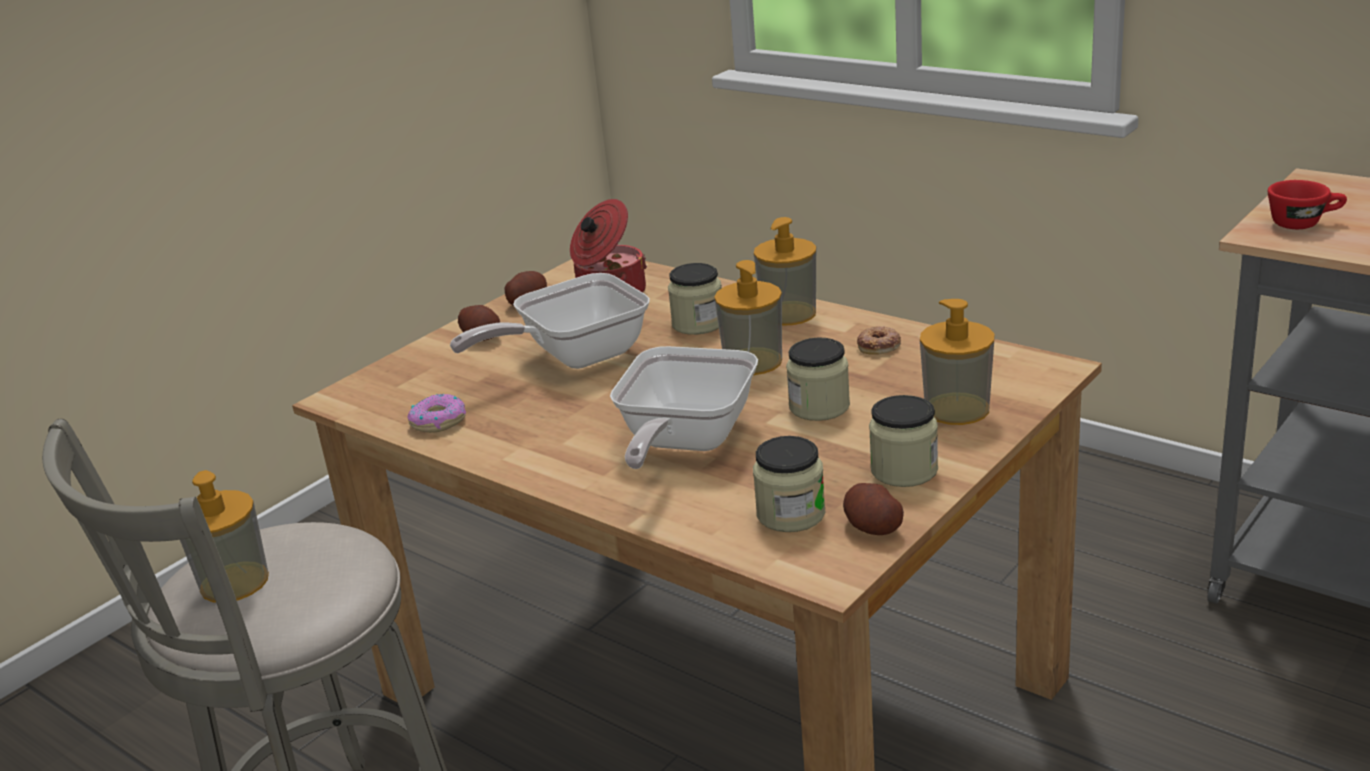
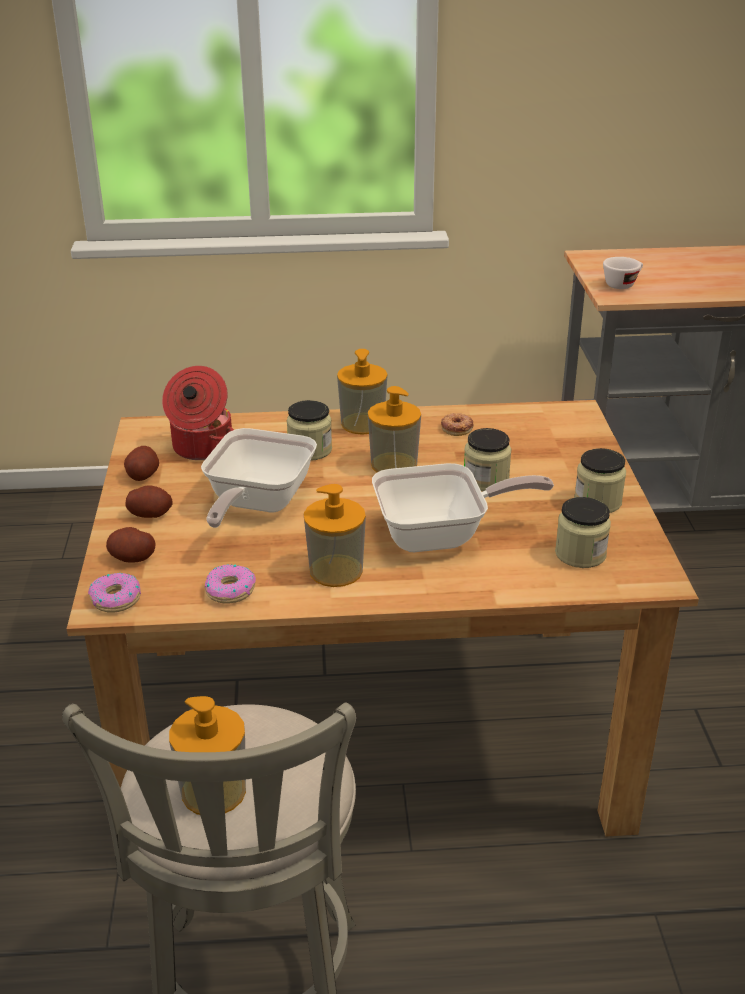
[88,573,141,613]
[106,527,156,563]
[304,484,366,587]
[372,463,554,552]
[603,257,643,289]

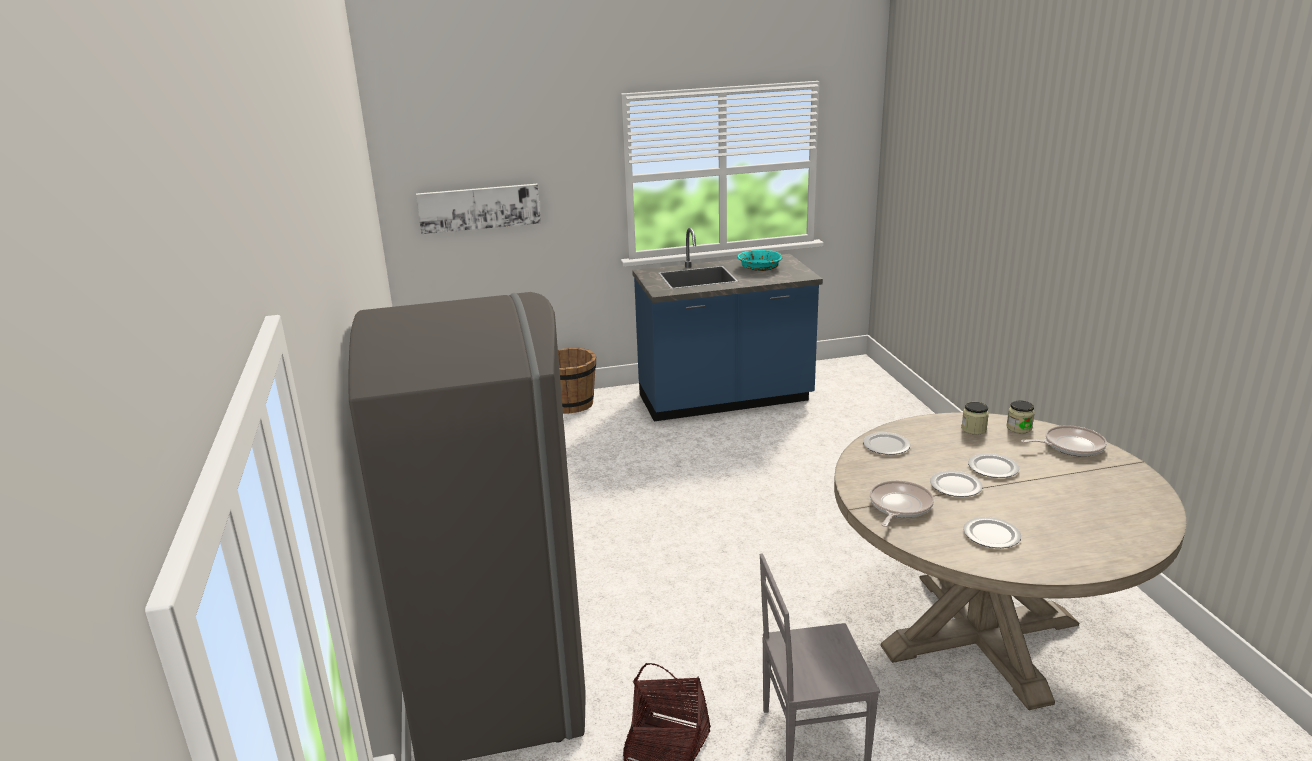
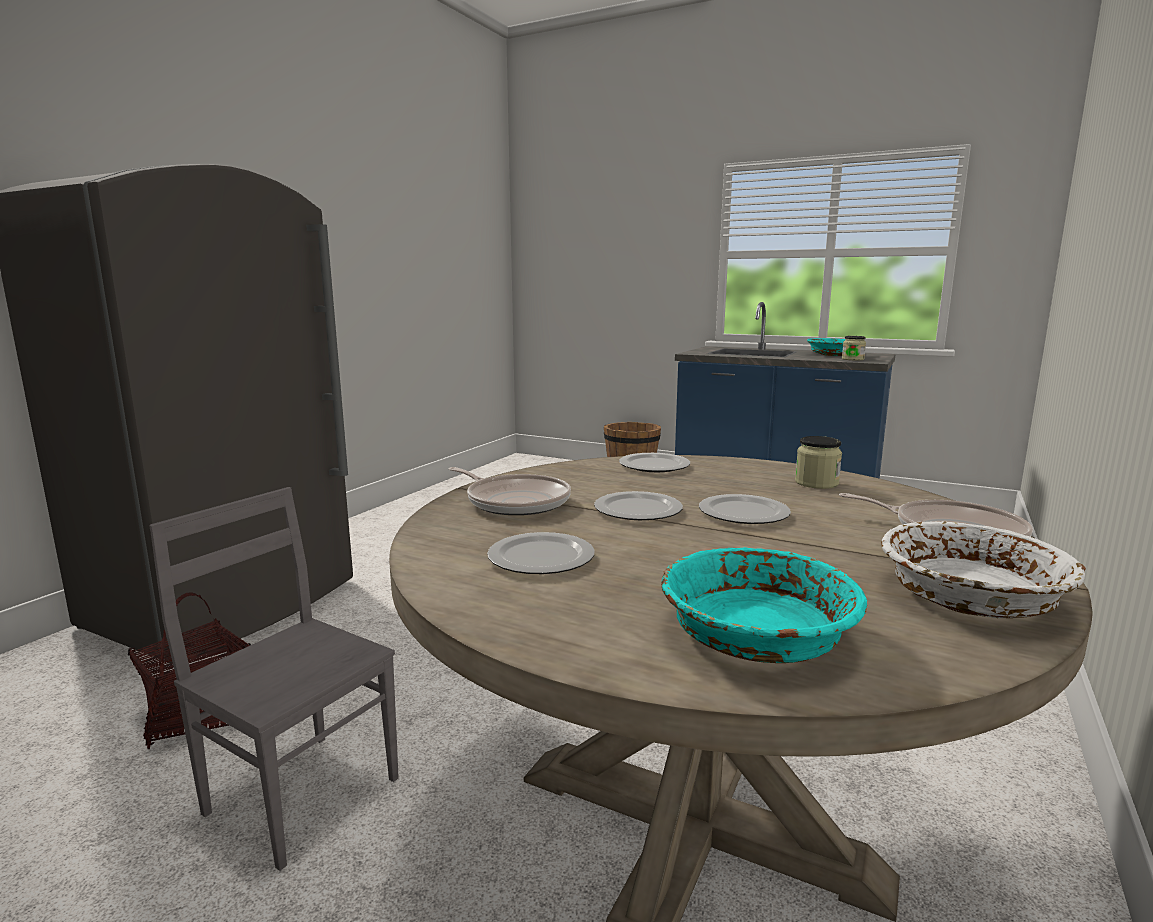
[448,467,571,515]
[661,547,867,663]
[842,336,866,360]
[881,521,1086,618]
[416,184,541,234] (first image)

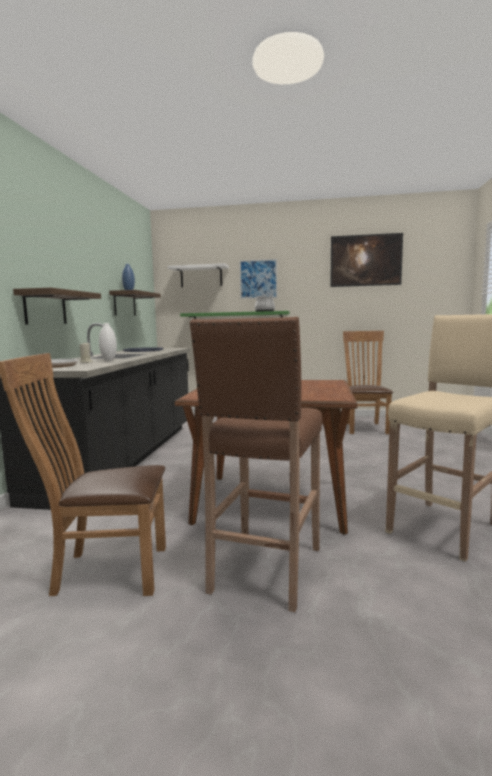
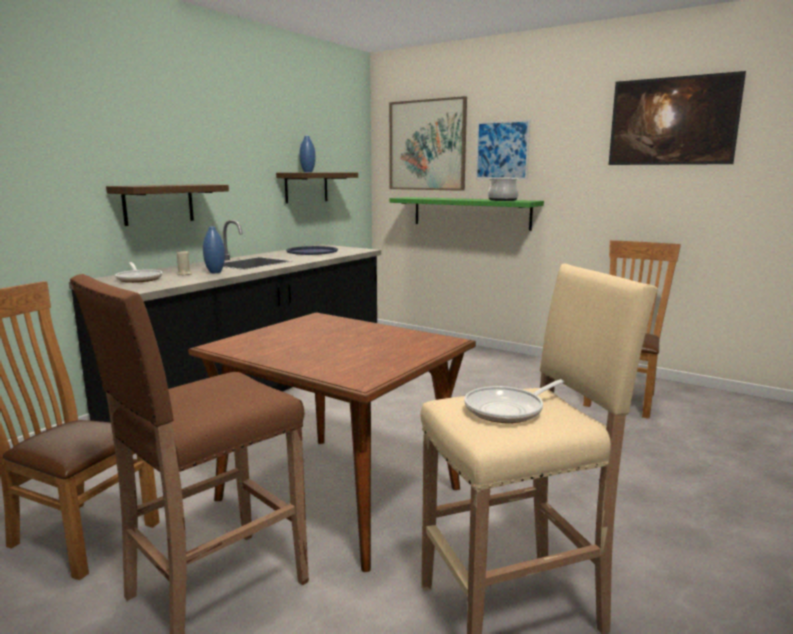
[203,226,225,273]
[389,96,467,191]
[464,379,564,423]

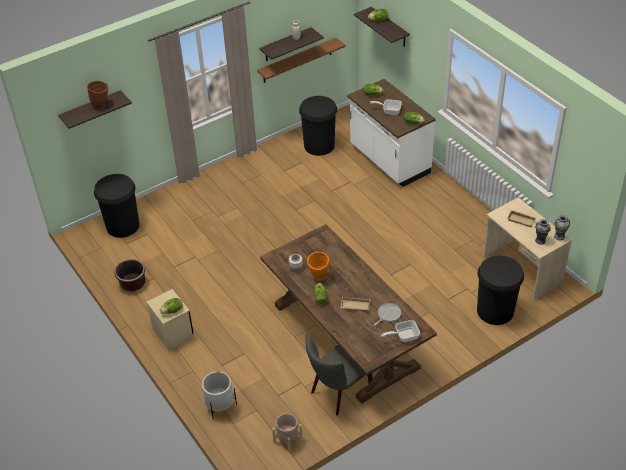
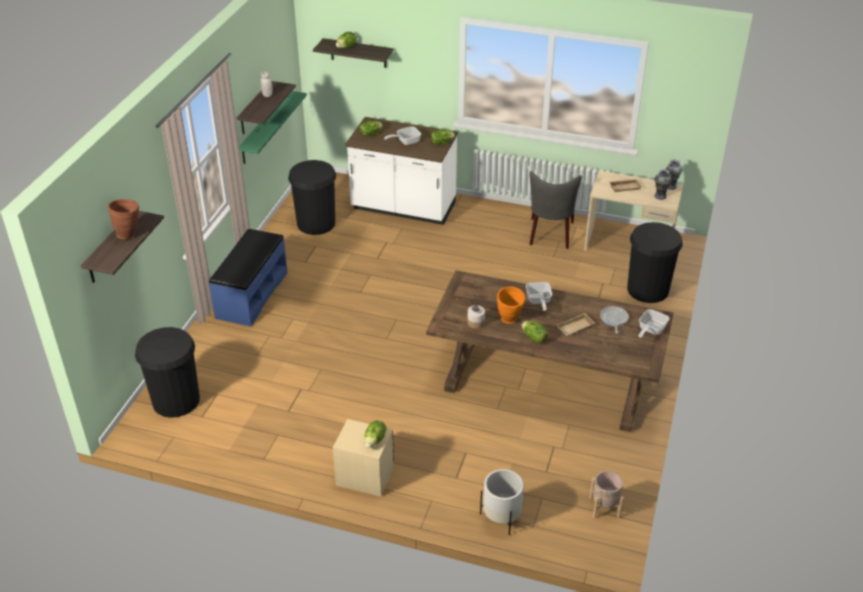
[209,229,288,327]
[239,91,307,164]
[526,282,552,311]
[529,171,582,249]
[114,259,145,291] (first image)

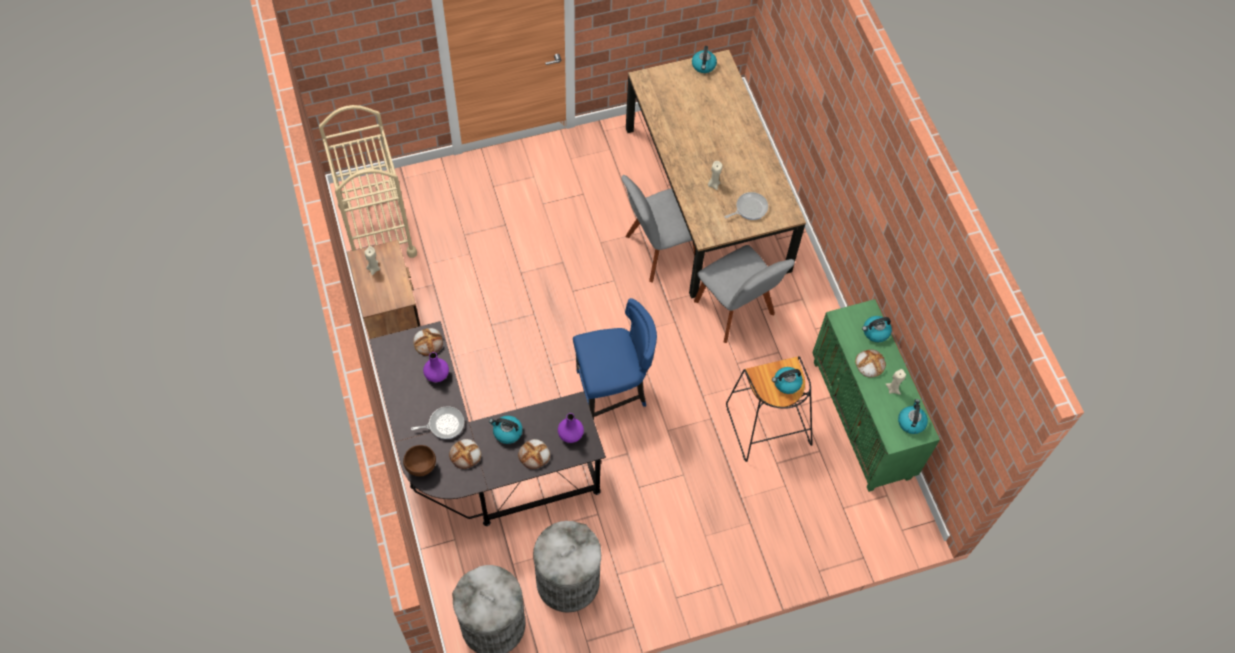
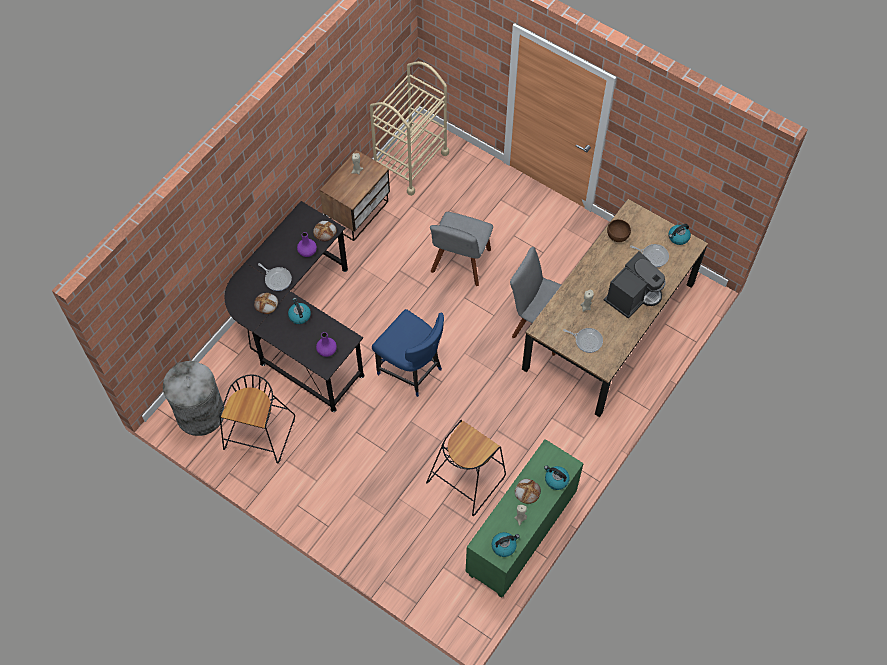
[219,375,295,464]
[430,212,493,286]
[604,251,666,319]
[607,219,631,242]
[630,244,669,267]
[518,439,550,469] (first image)
[772,367,803,394] (first image)

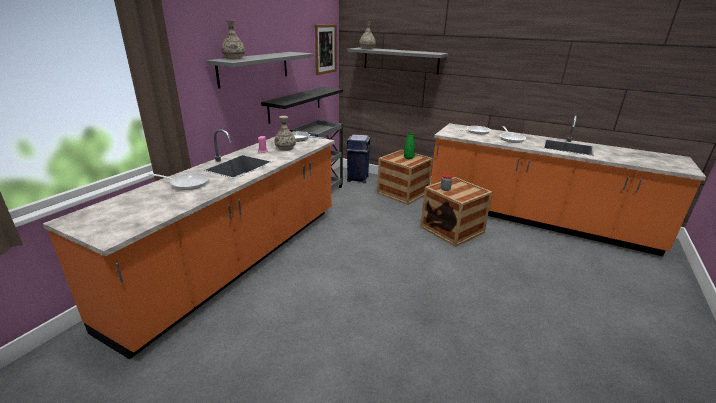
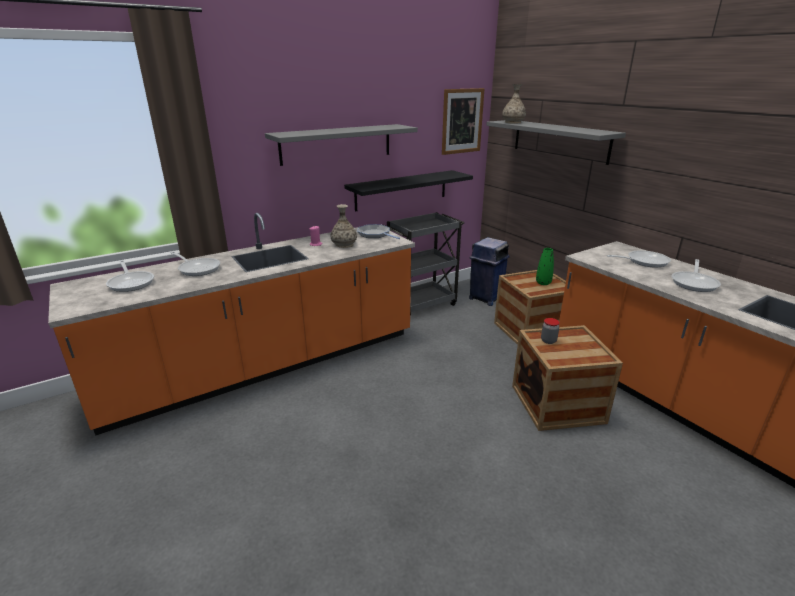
[106,260,154,292]
[221,20,245,59] (first image)

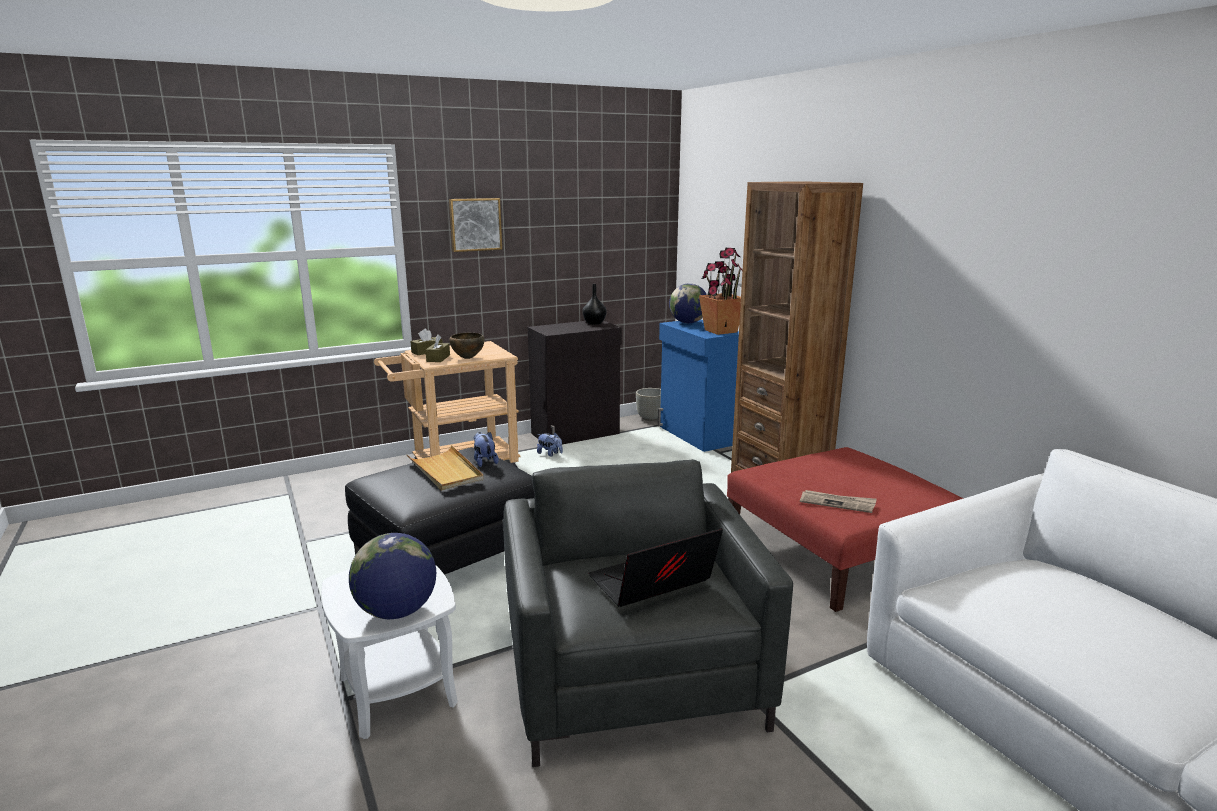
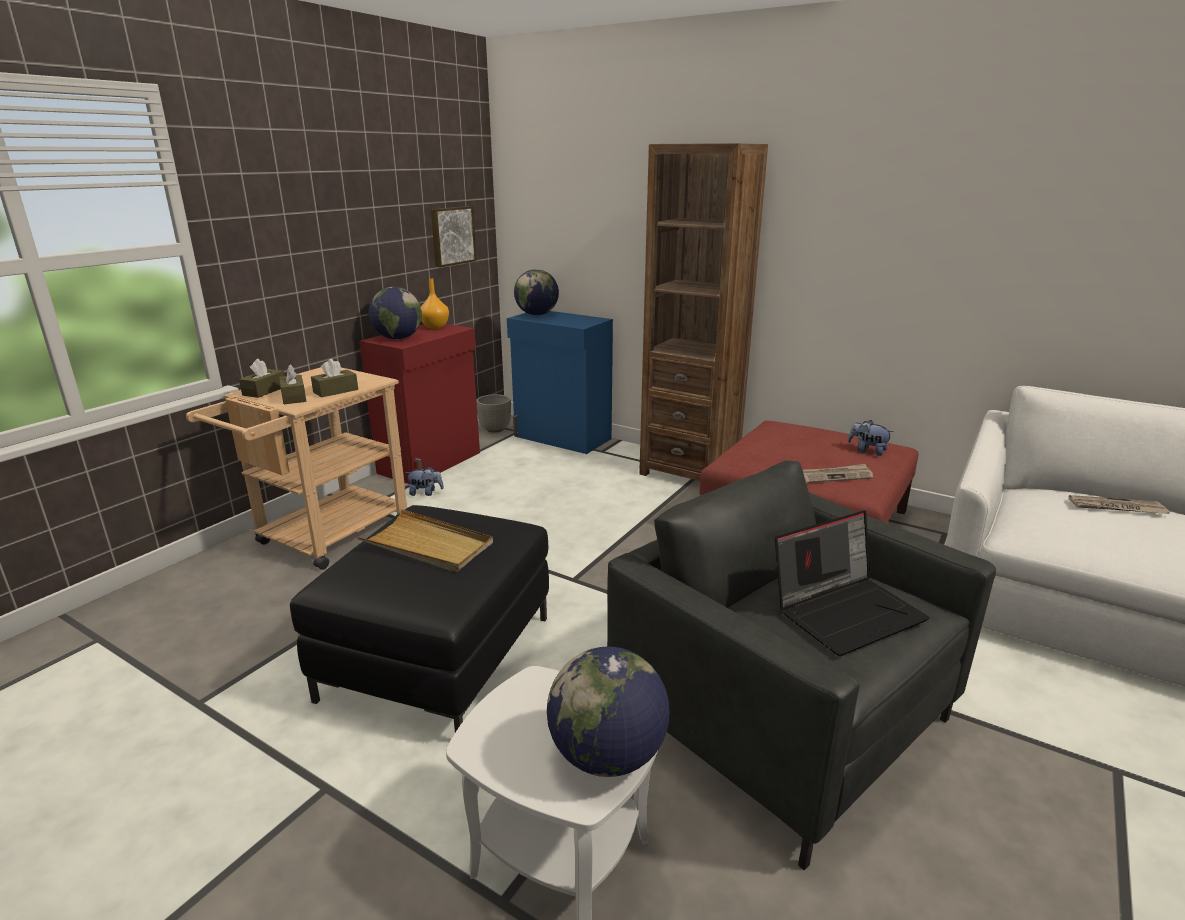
[311,359,358,397]
[359,324,480,484]
[369,287,422,340]
[421,278,449,329]
[431,206,477,267]
[775,510,930,656]
[848,420,893,456]
[1068,495,1170,514]
[699,248,743,335] (first image)

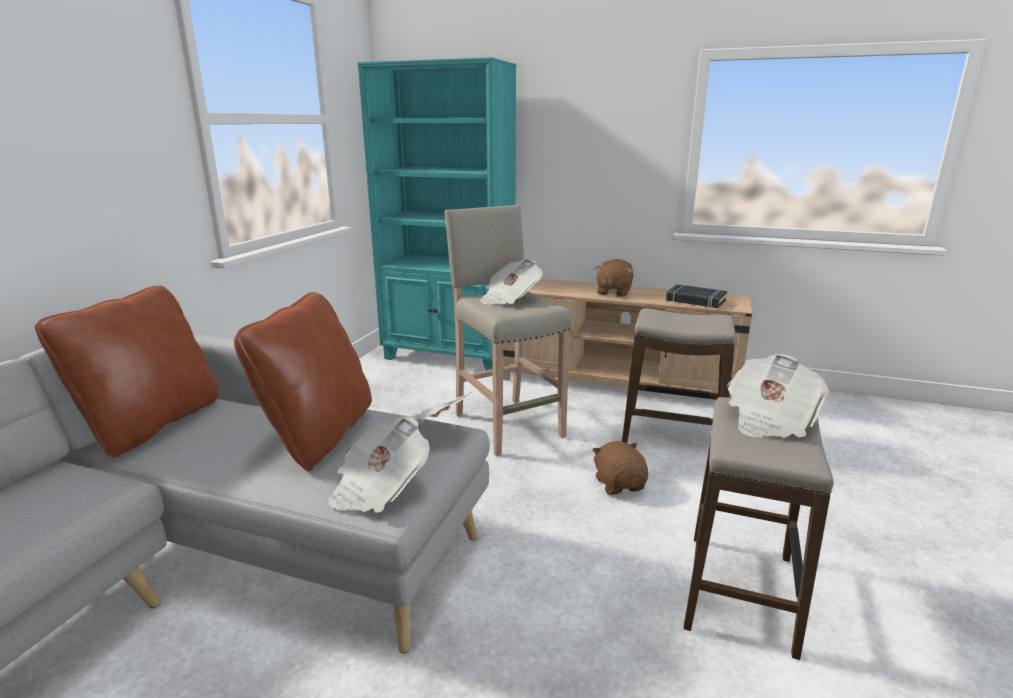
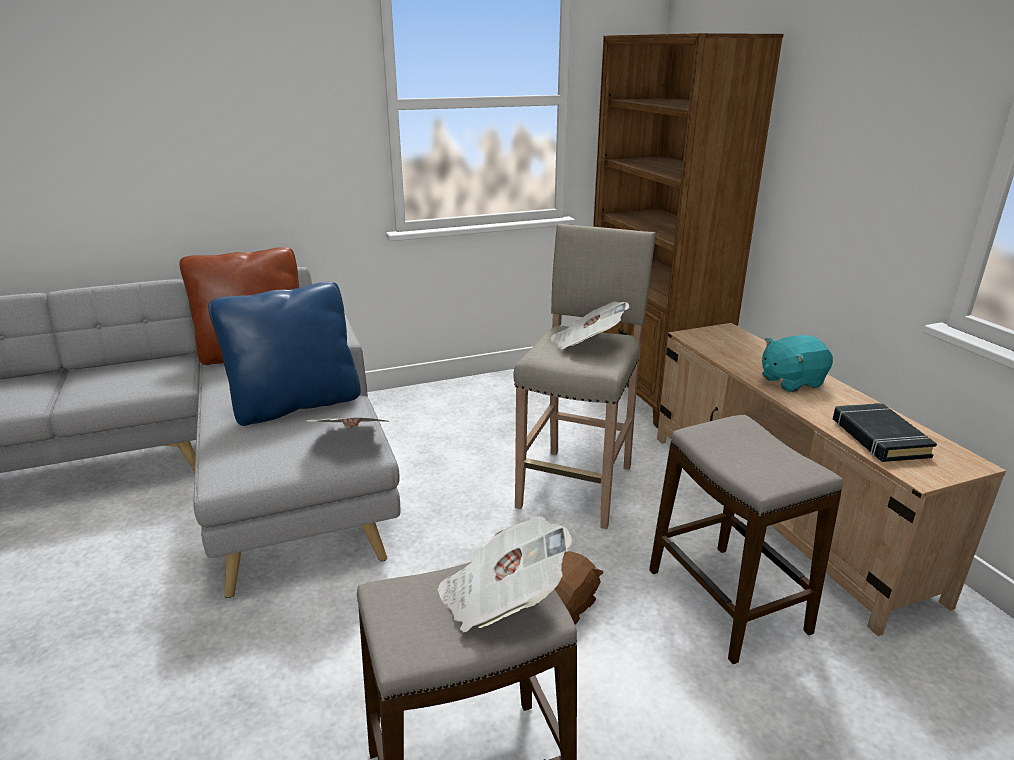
[208,282,361,426]
[593,33,784,428]
[762,335,833,392]
[328,417,430,513] (first image)

